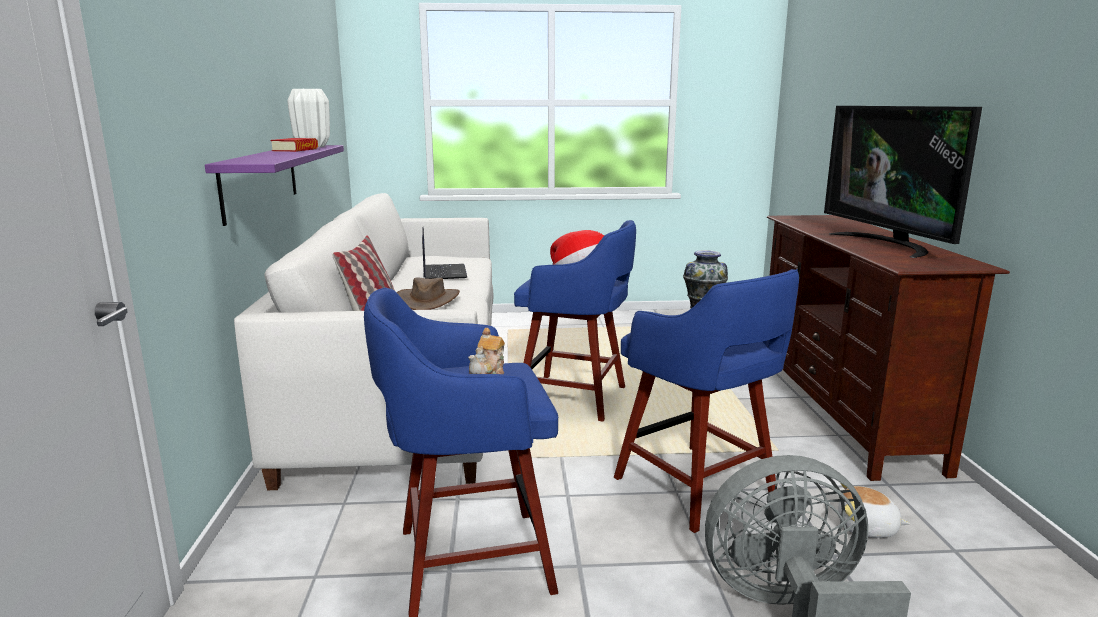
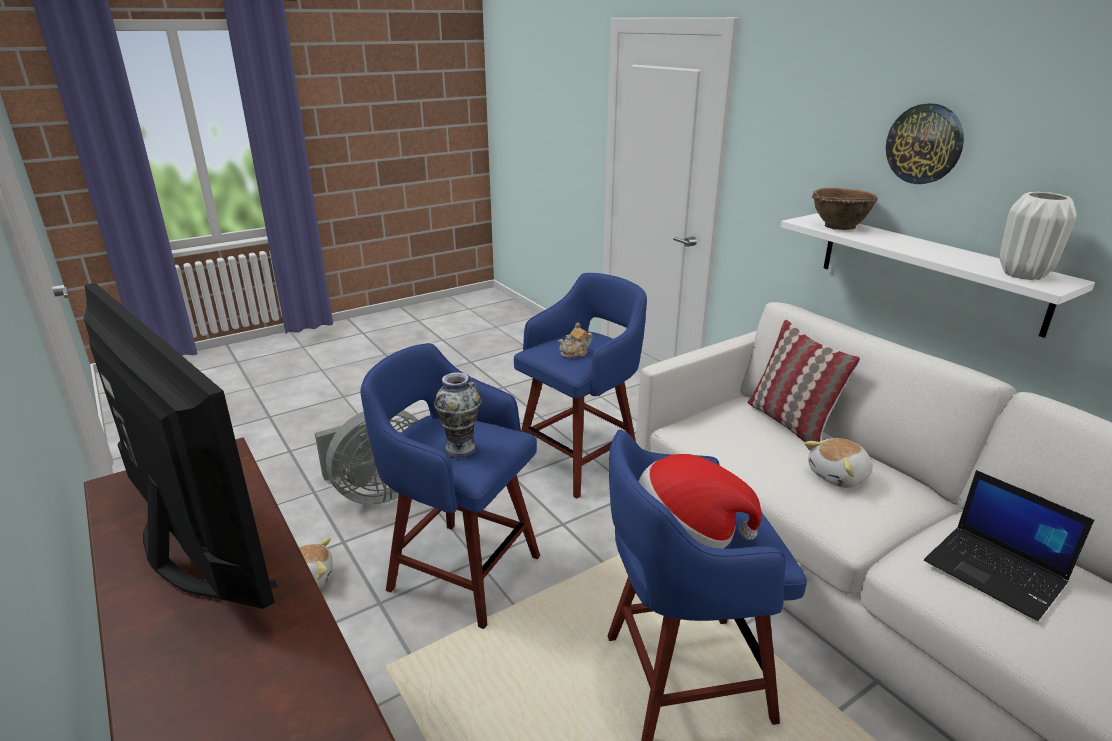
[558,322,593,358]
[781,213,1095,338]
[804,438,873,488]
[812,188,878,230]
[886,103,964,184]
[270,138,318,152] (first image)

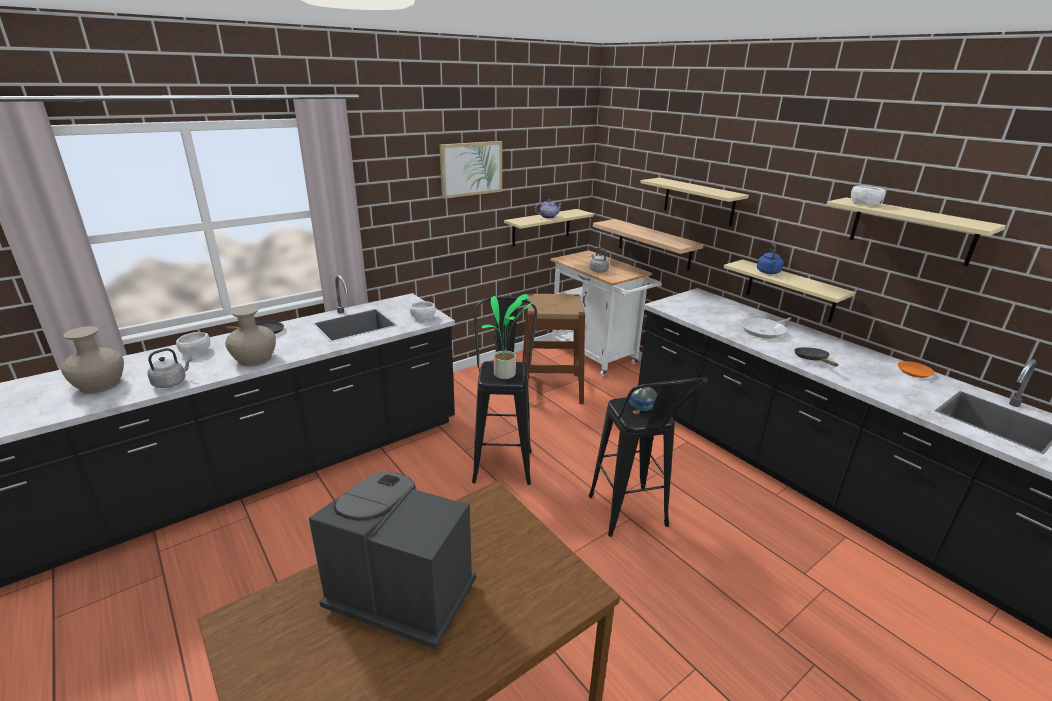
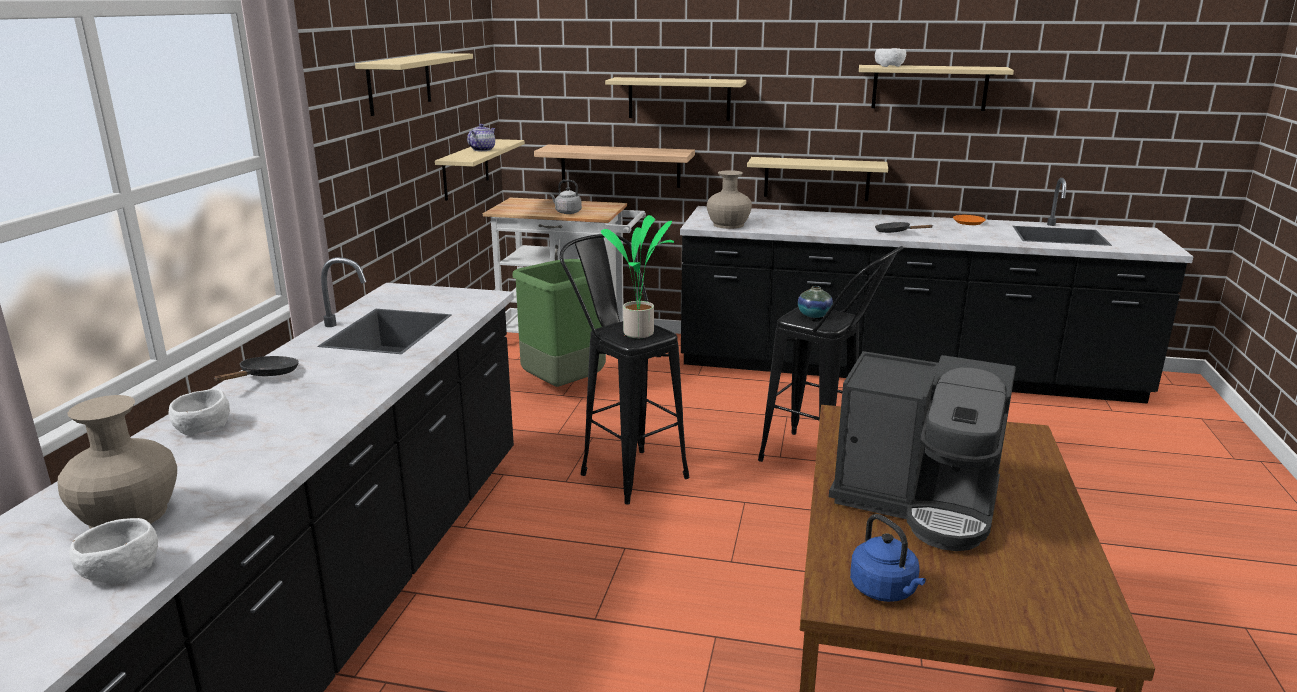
[69,518,158,585]
[355,53,473,116]
[512,259,606,387]
[707,170,752,229]
[829,351,1016,551]
[850,514,926,602]
[147,348,192,388] (first image)
[741,318,791,338] (first image)

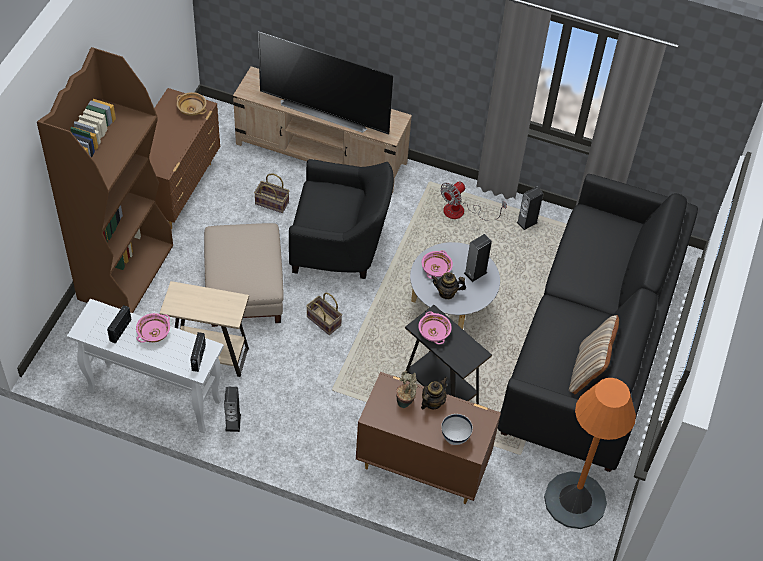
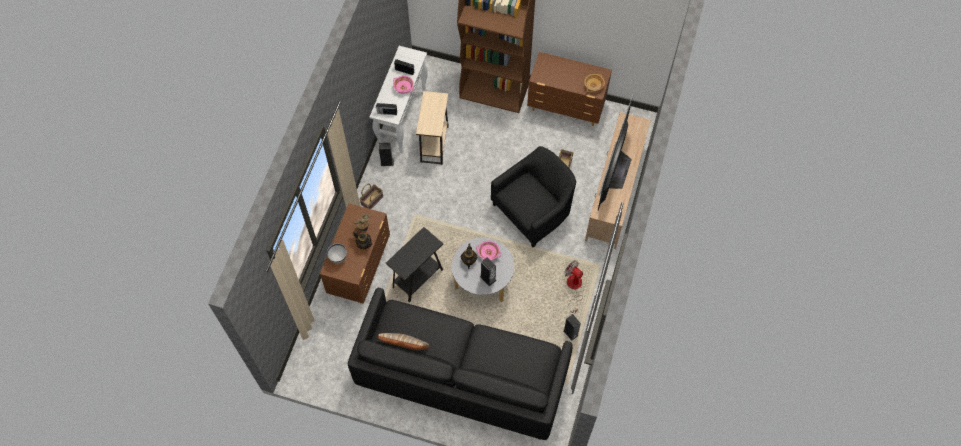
[359,184,383,209]
[491,146,576,247]
[204,223,284,327] (first image)
[418,312,452,344] (first image)
[544,378,636,529] (first image)

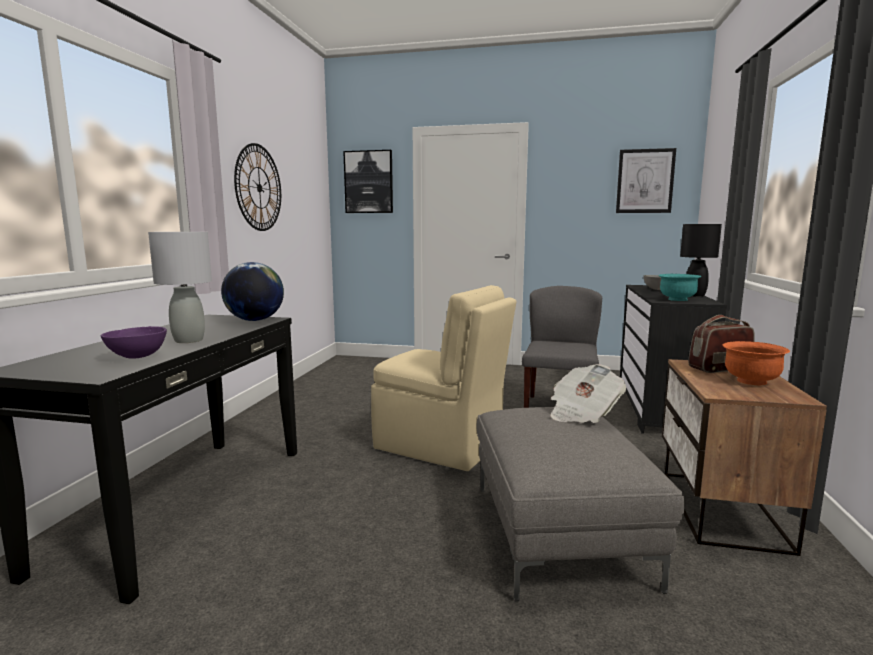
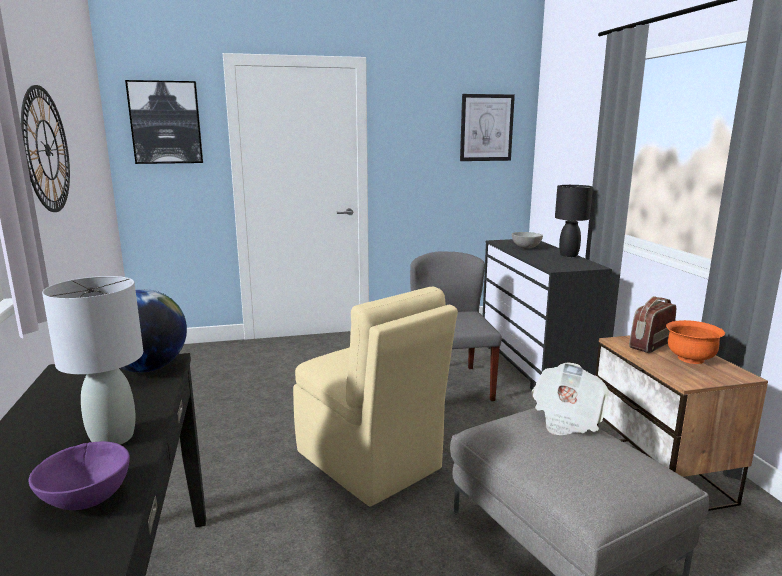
[293,286,458,507]
[658,274,701,301] (first image)

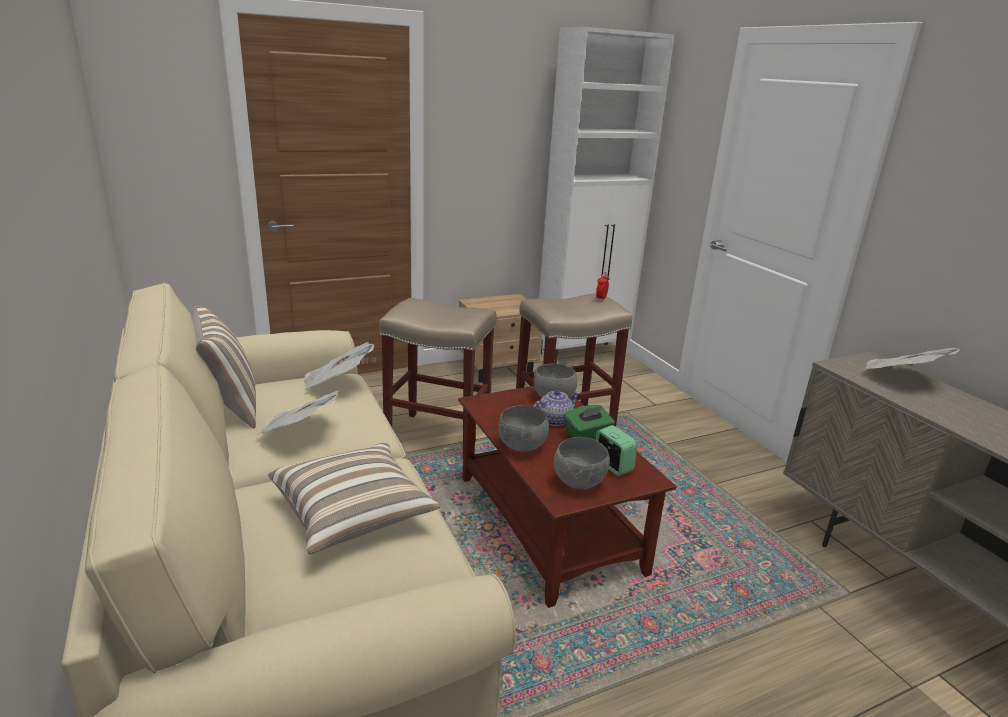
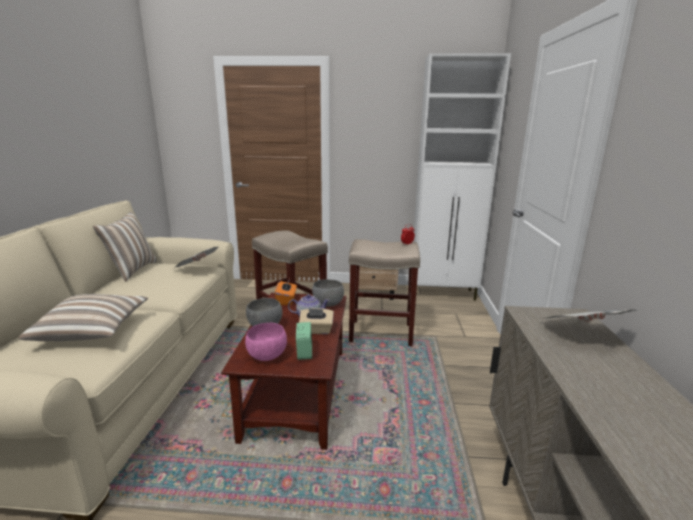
[245,323,287,361]
[275,279,297,305]
[299,308,334,334]
[256,389,341,435] (first image)

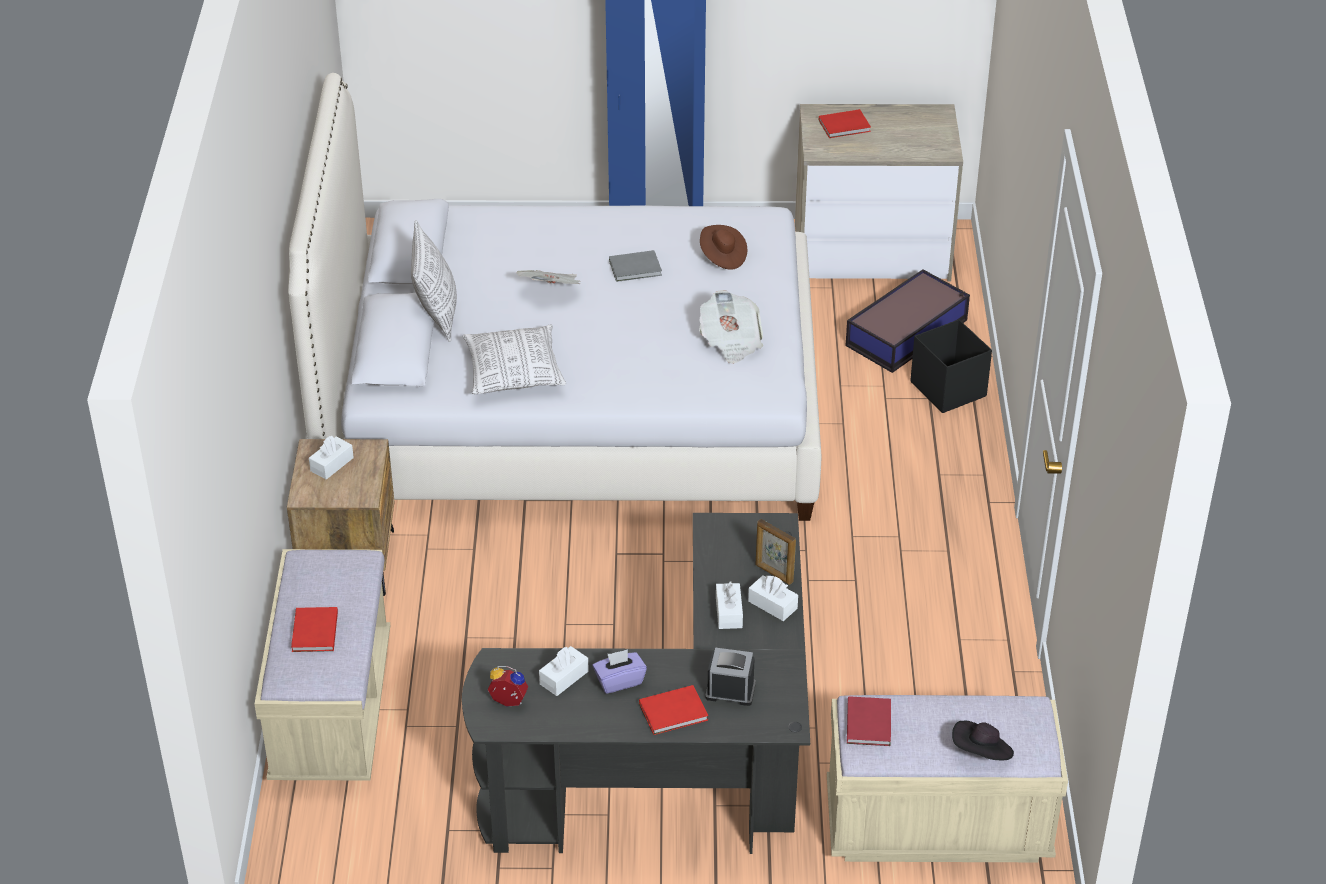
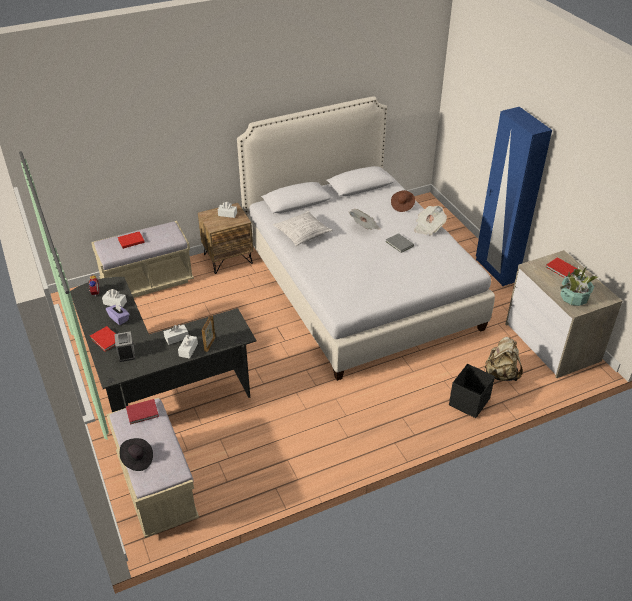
[391,190,415,212]
[414,206,447,235]
[484,337,523,381]
[560,267,598,306]
[411,220,457,342] (first image)

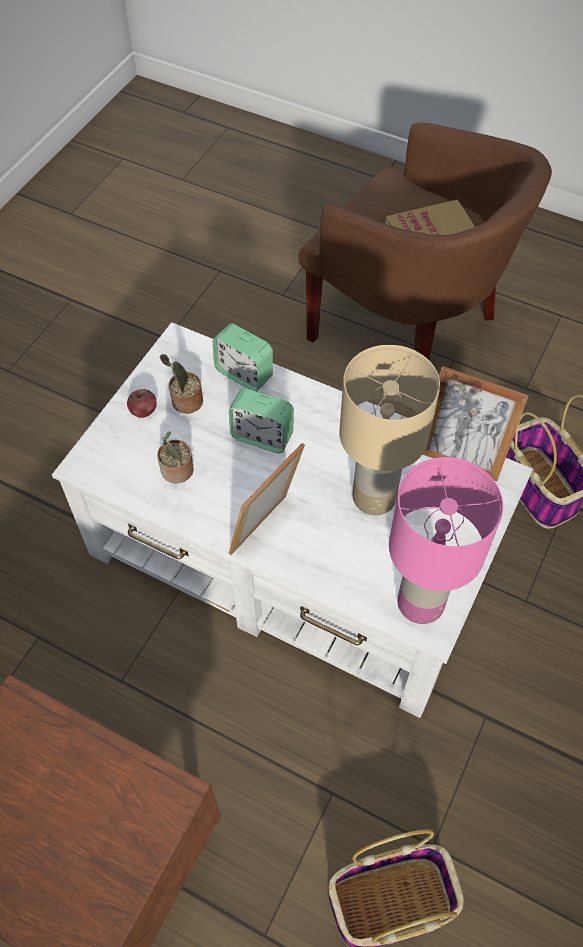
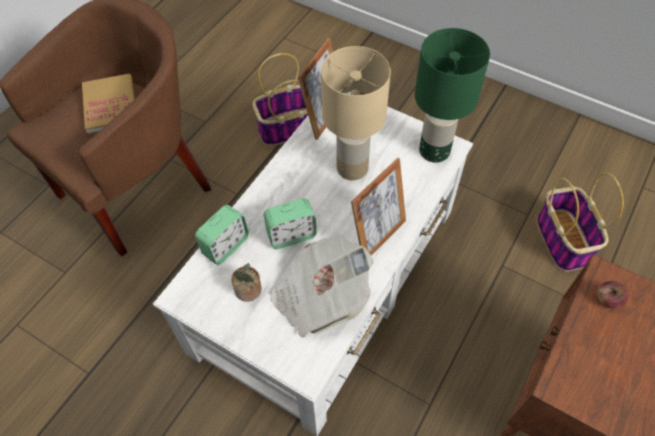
[263,198,317,249]
[270,234,373,338]
[351,158,406,256]
[415,28,490,163]
[597,281,629,308]

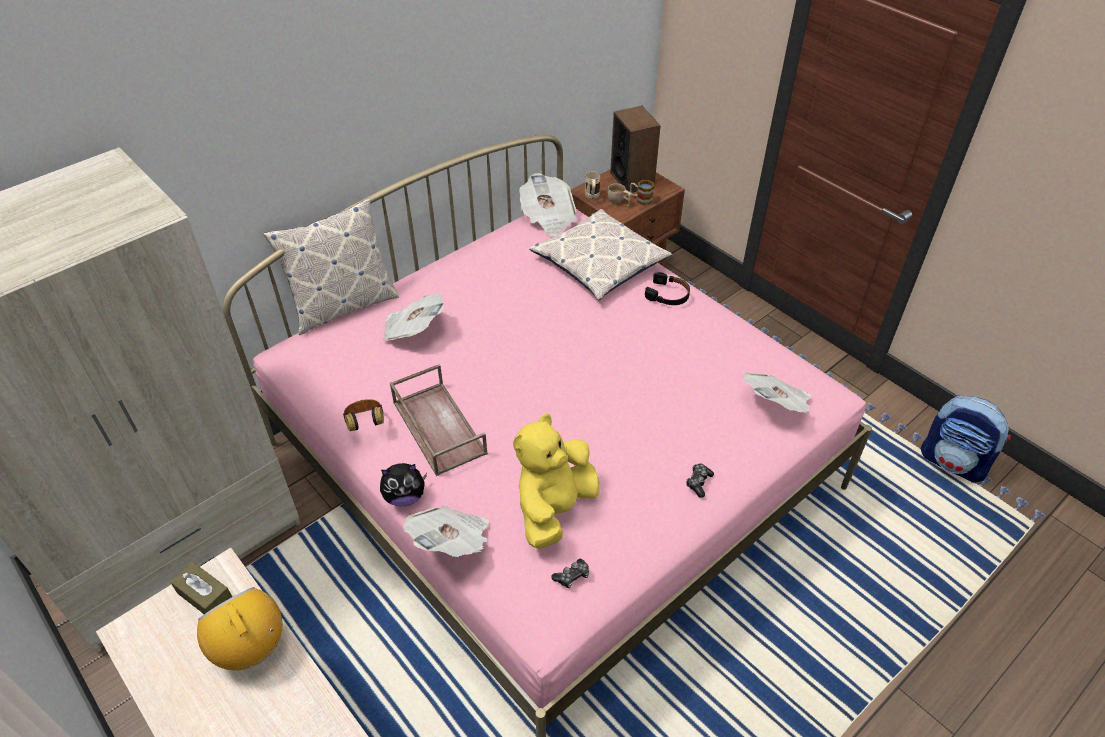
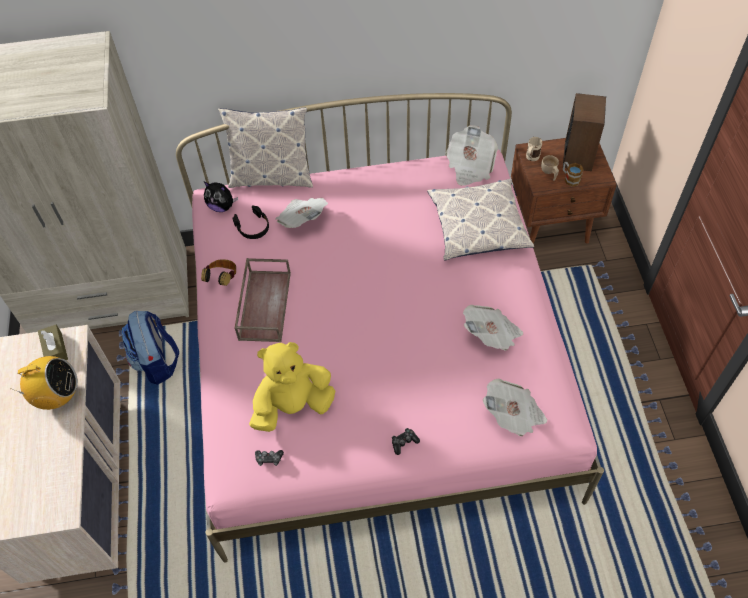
[10,356,78,410]
[121,311,179,385]
[204,182,238,212]
[233,205,269,239]
[463,305,523,351]

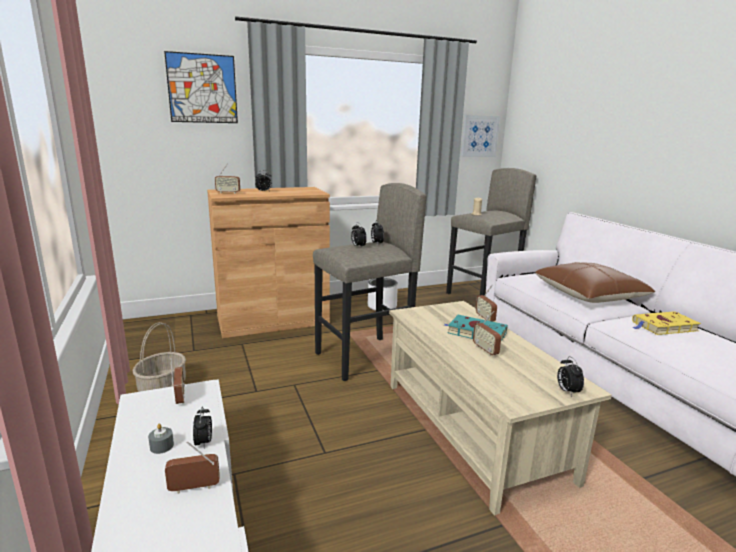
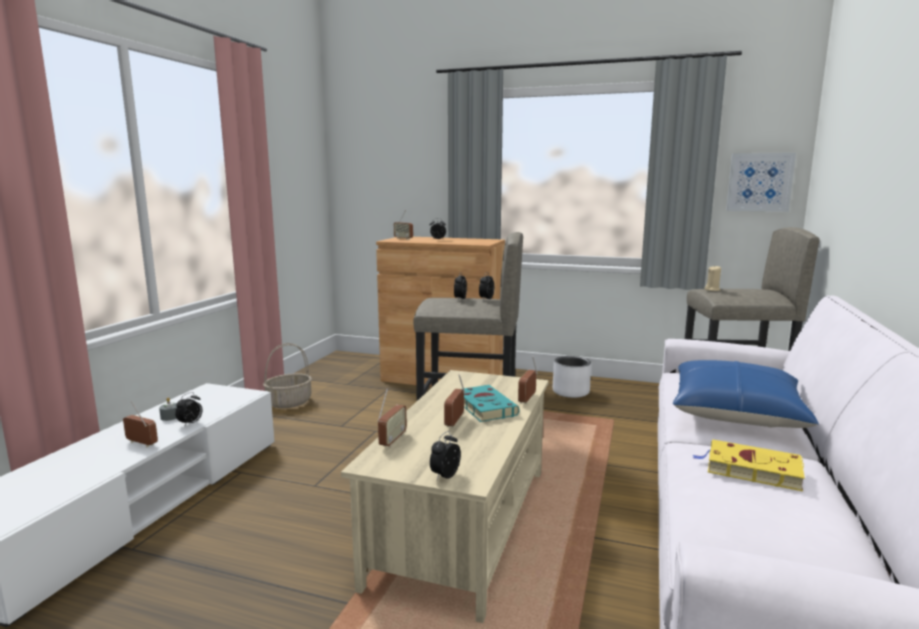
[377,388,407,448]
[673,360,819,428]
[164,51,238,123] (first image)

